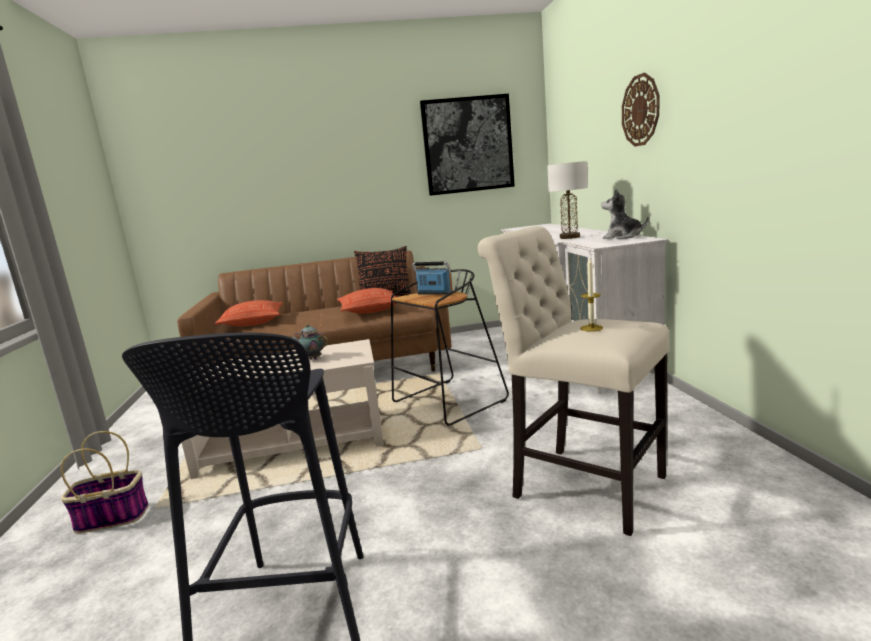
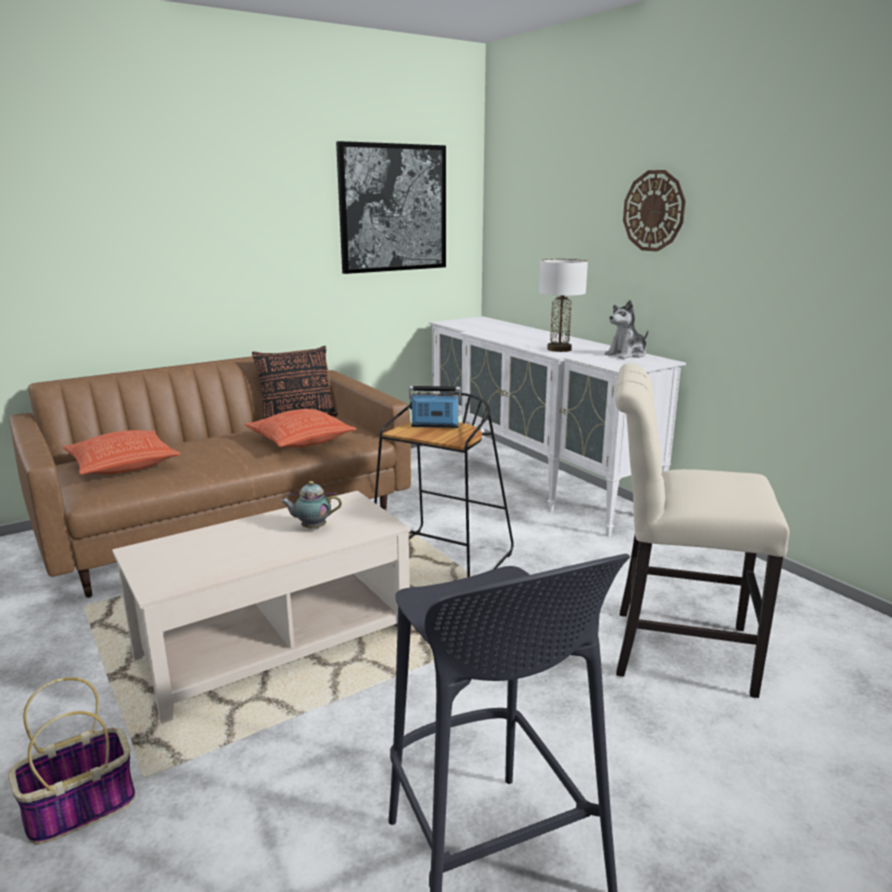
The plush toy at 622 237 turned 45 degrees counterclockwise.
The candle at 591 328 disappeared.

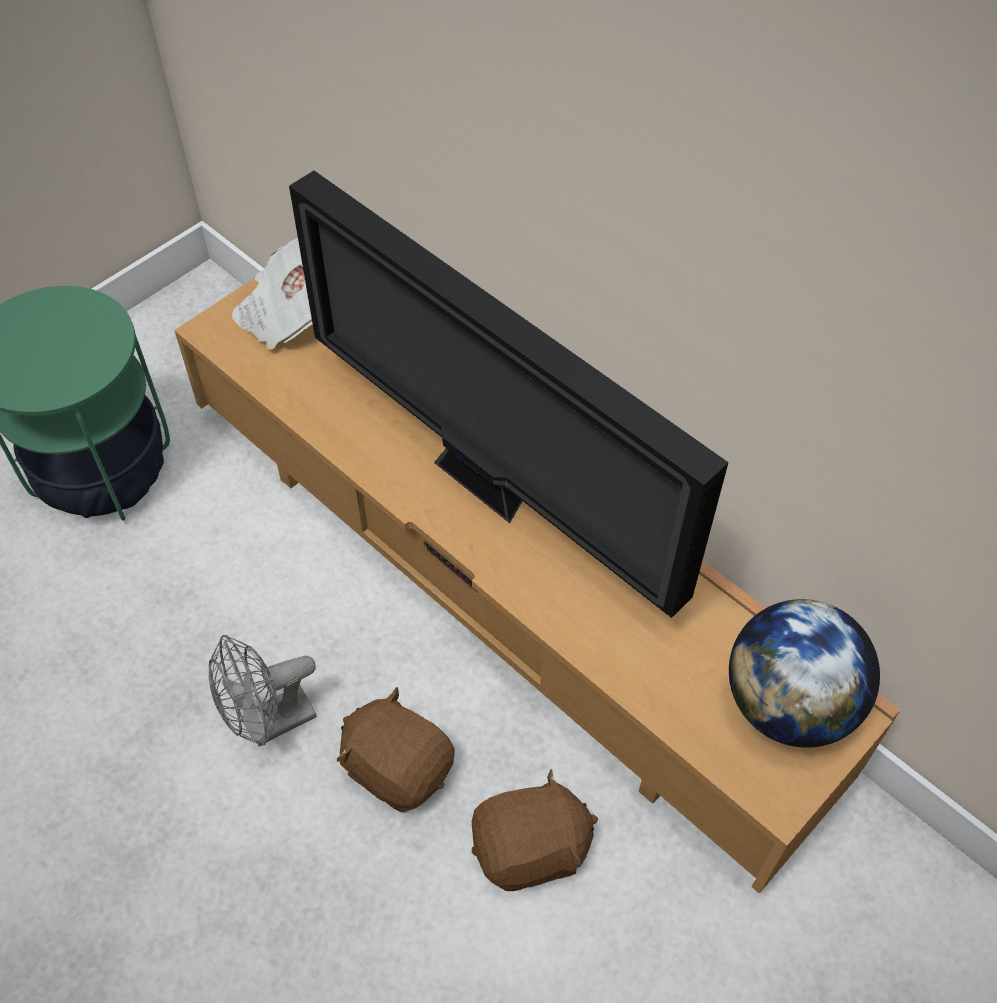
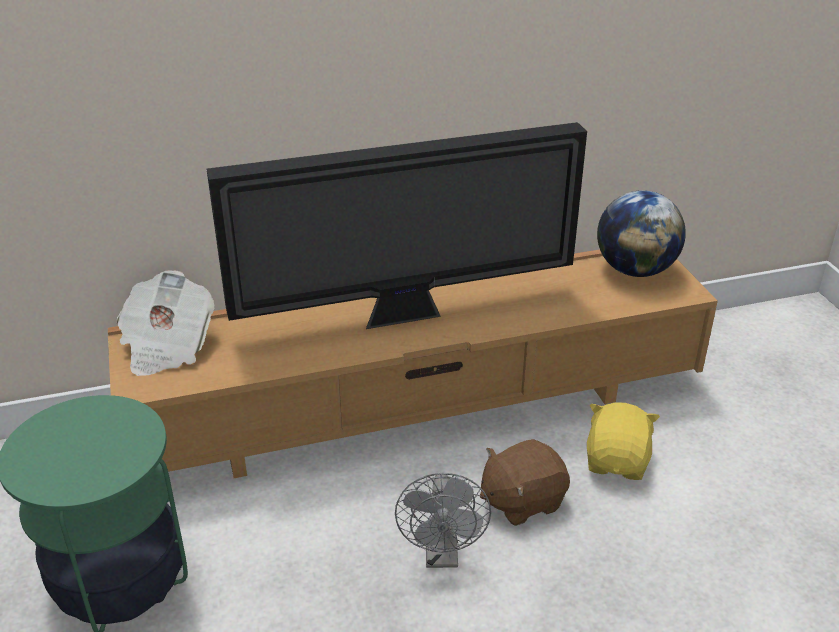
The brownish plush toy at 531 850 became the yellowish plush toy at 617 461.

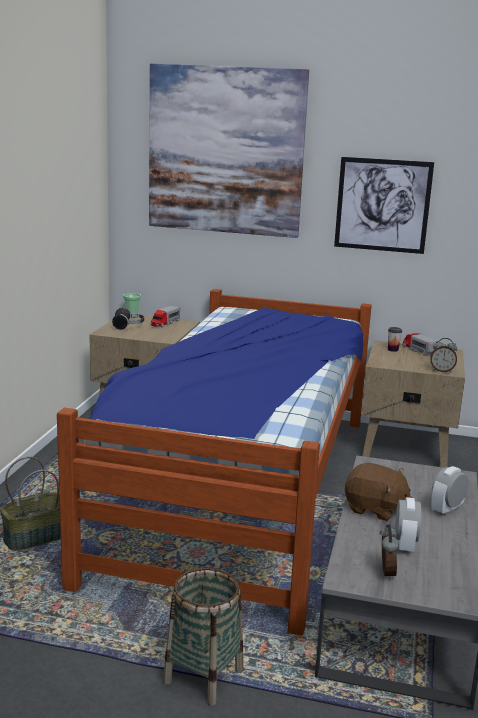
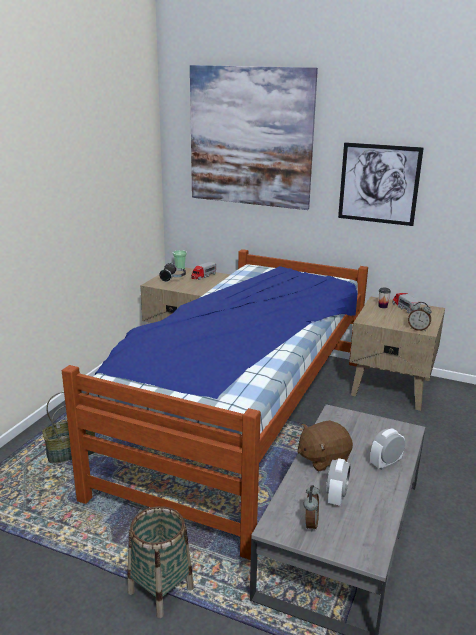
The brownish plush toy at 374 509 turned 120 degrees clockwise.

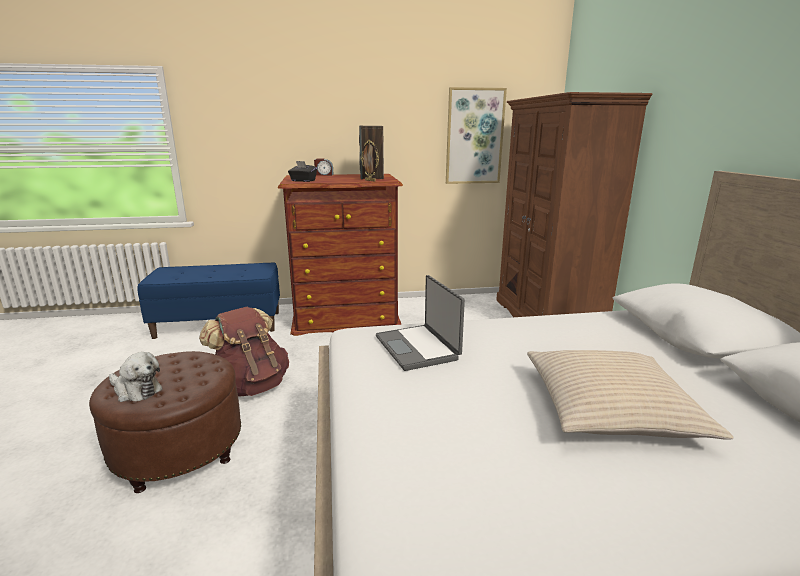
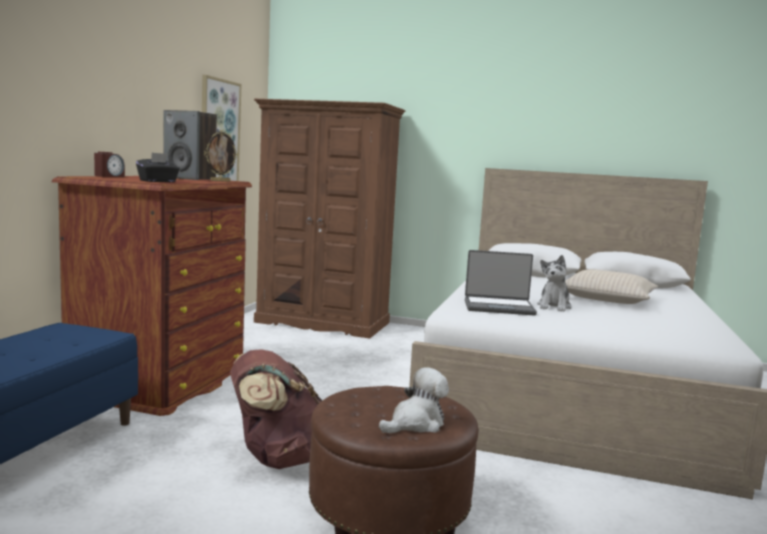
The plush toy at 554 306 appeared.

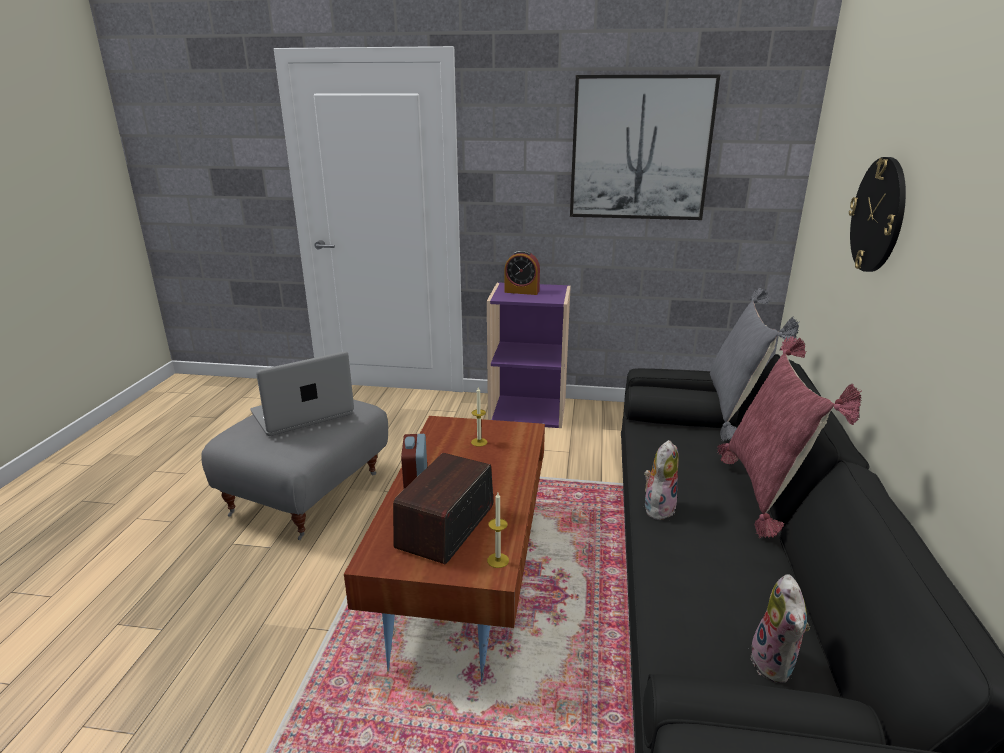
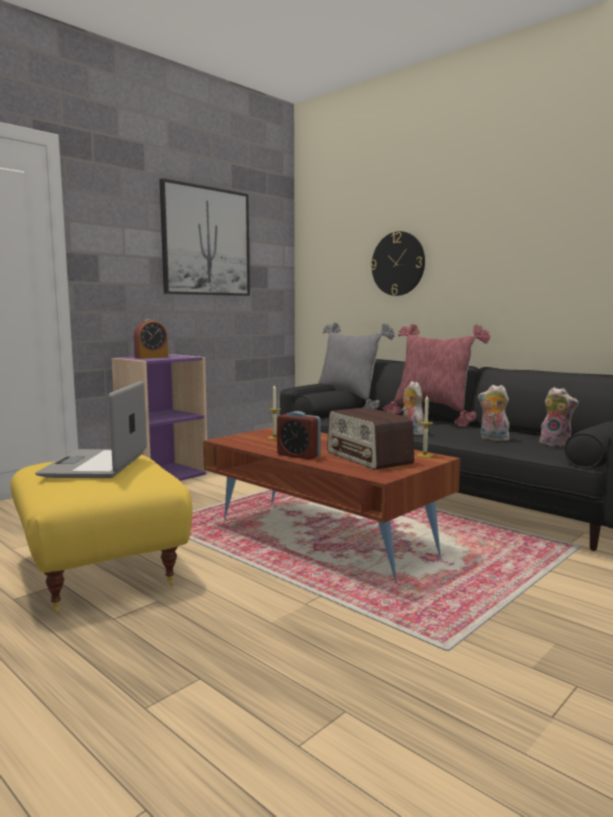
The grey ottoman at 308 495 became the yellowish ottoman at 104 569.
The plush toy at 492 439 appeared.

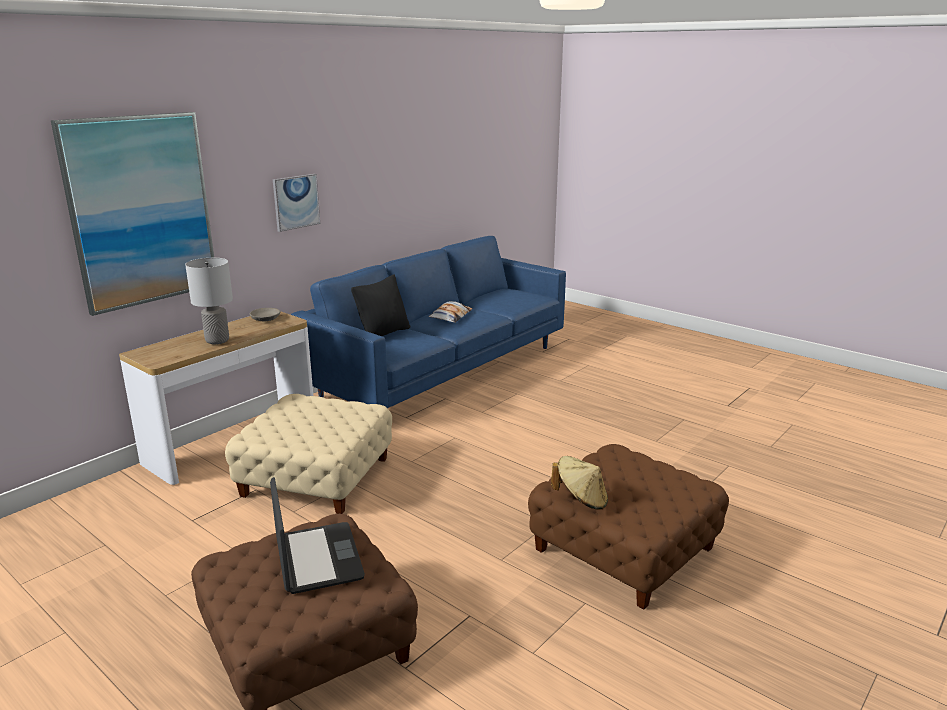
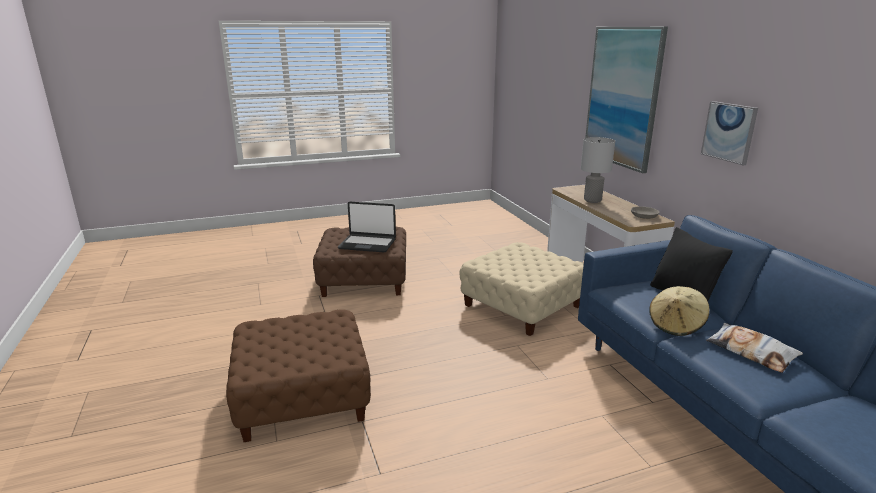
The beige clothing hat moved from 581 499 to 676 325.

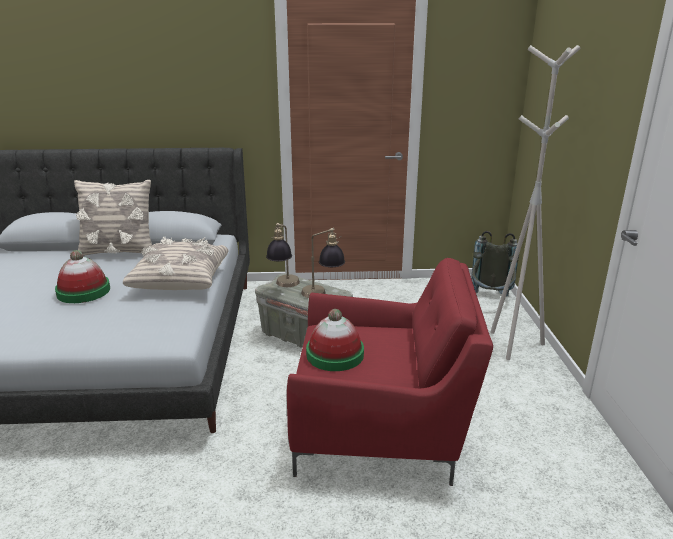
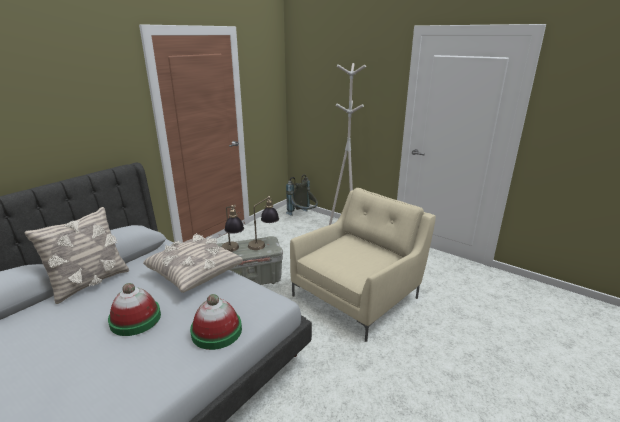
The reddish easy chair at 382 425 became the beige easy chair at 358 295.
The clothing hat moved from 335 354 to 216 331.

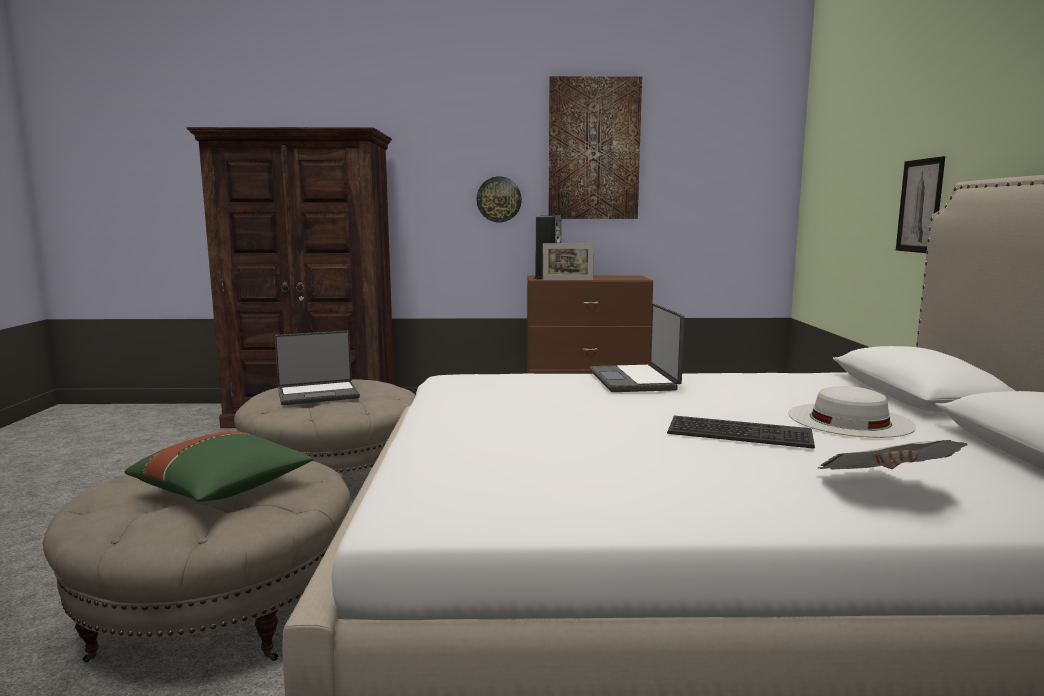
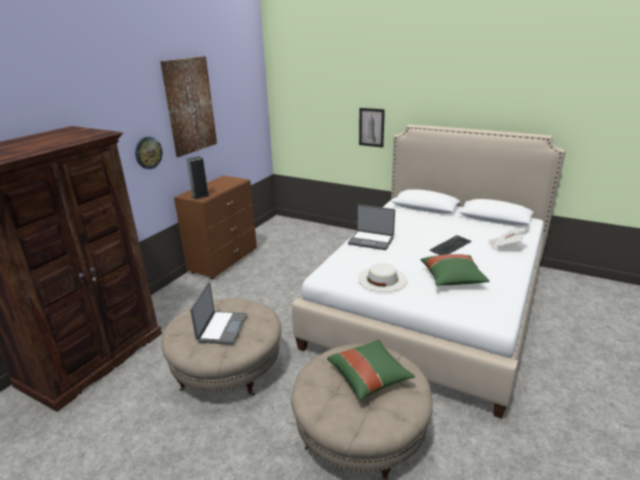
The photo frame at 567 280 disappeared.
The whitish clothing hat moved from 849 420 to 382 279.
The greenish throw pillow at 452 279 appeared.

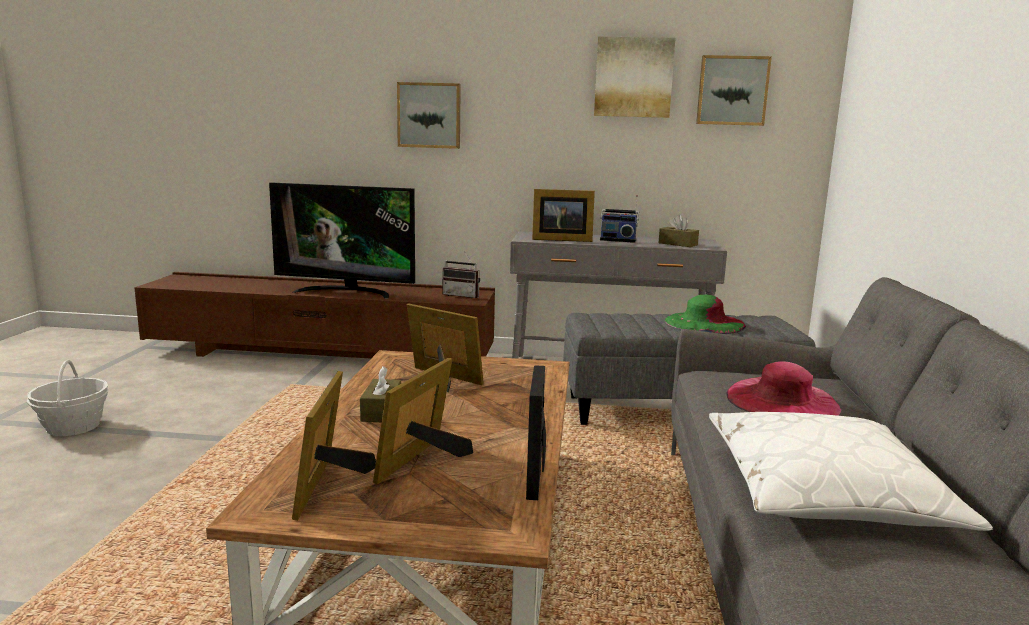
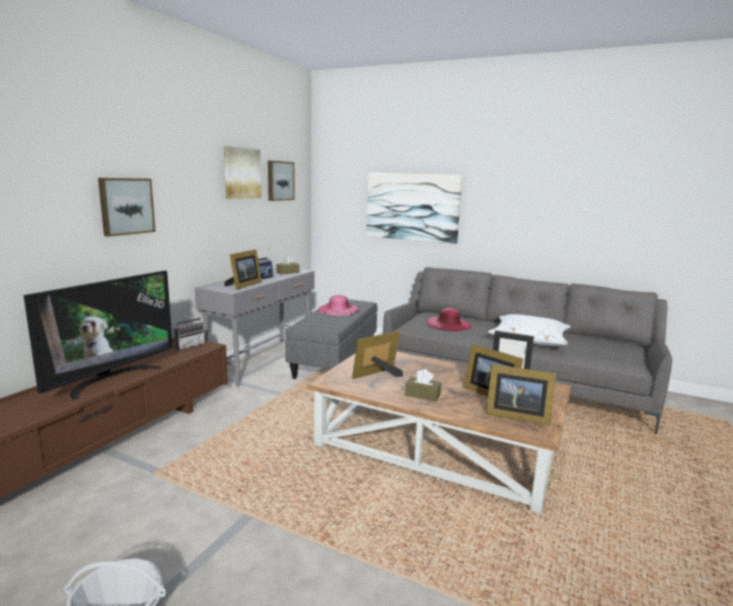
The greenish clothing hat at 704 323 became the pink-coloured clothing hat at 339 310.
The picture at 412 207 appeared.

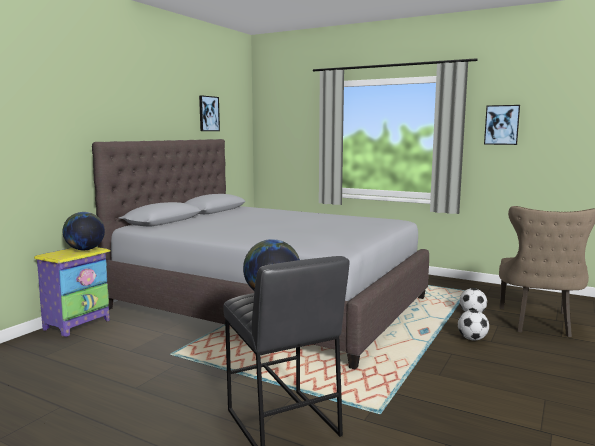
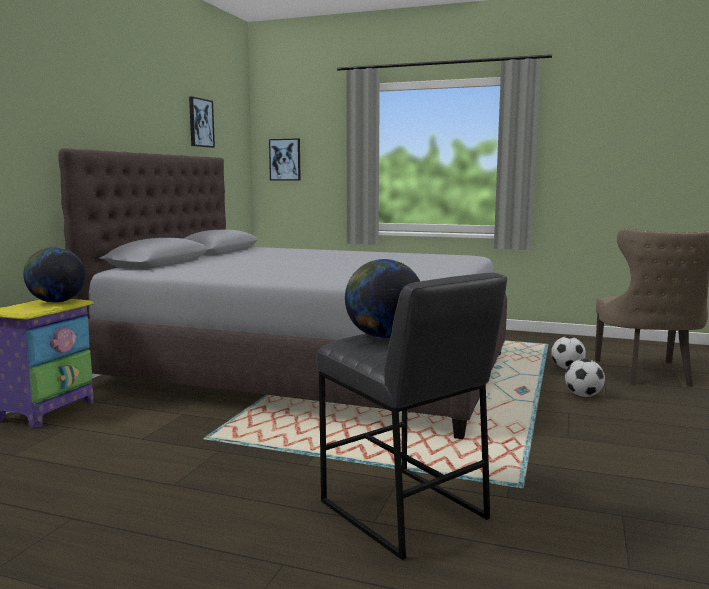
The picture moved from 501 125 to 285 159.

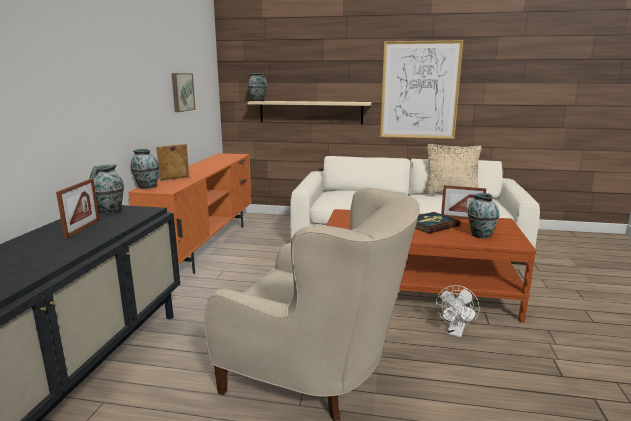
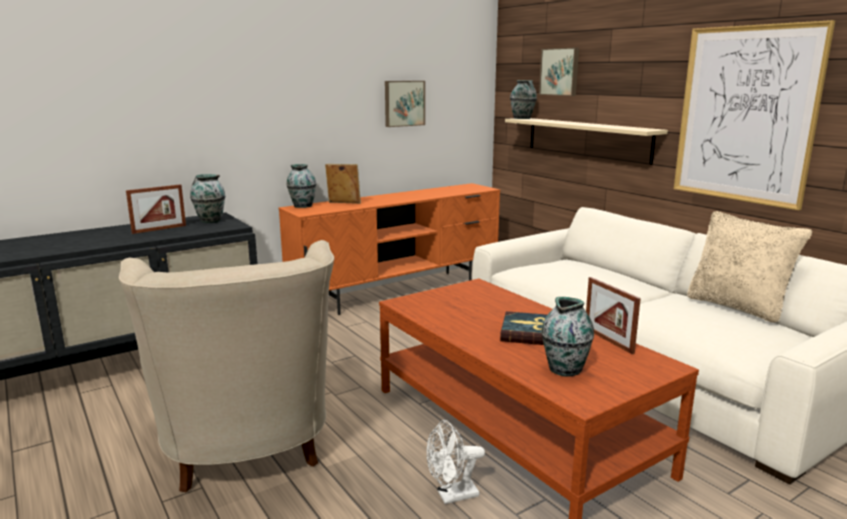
The picture at 560 72 appeared.

